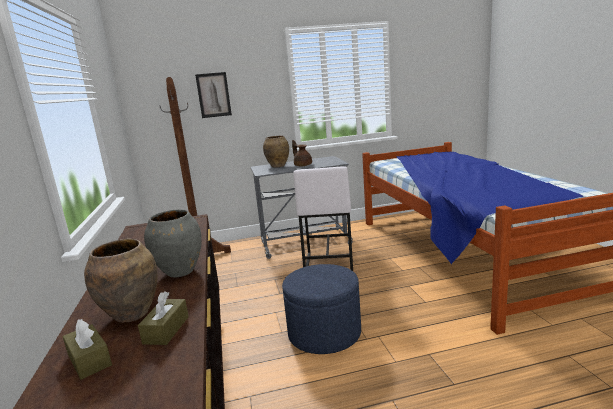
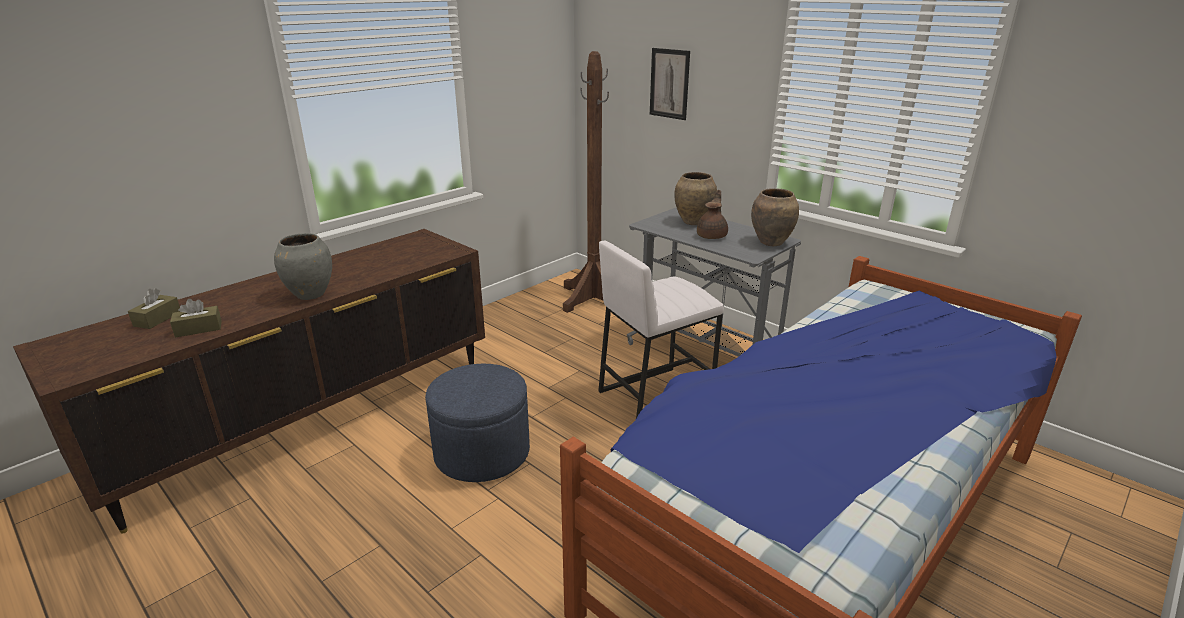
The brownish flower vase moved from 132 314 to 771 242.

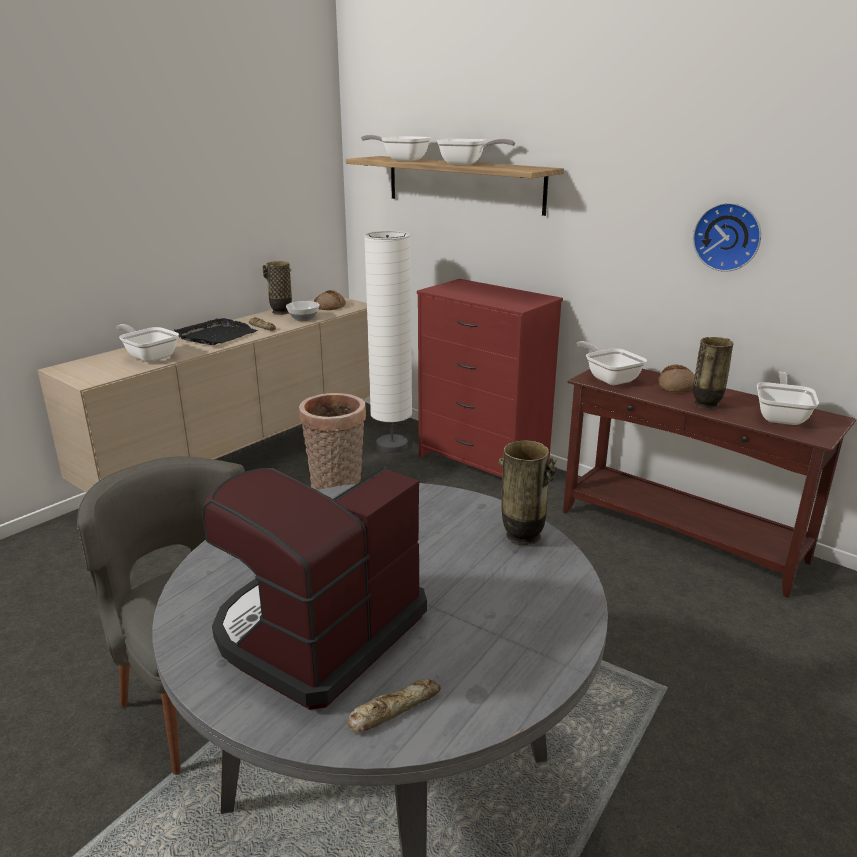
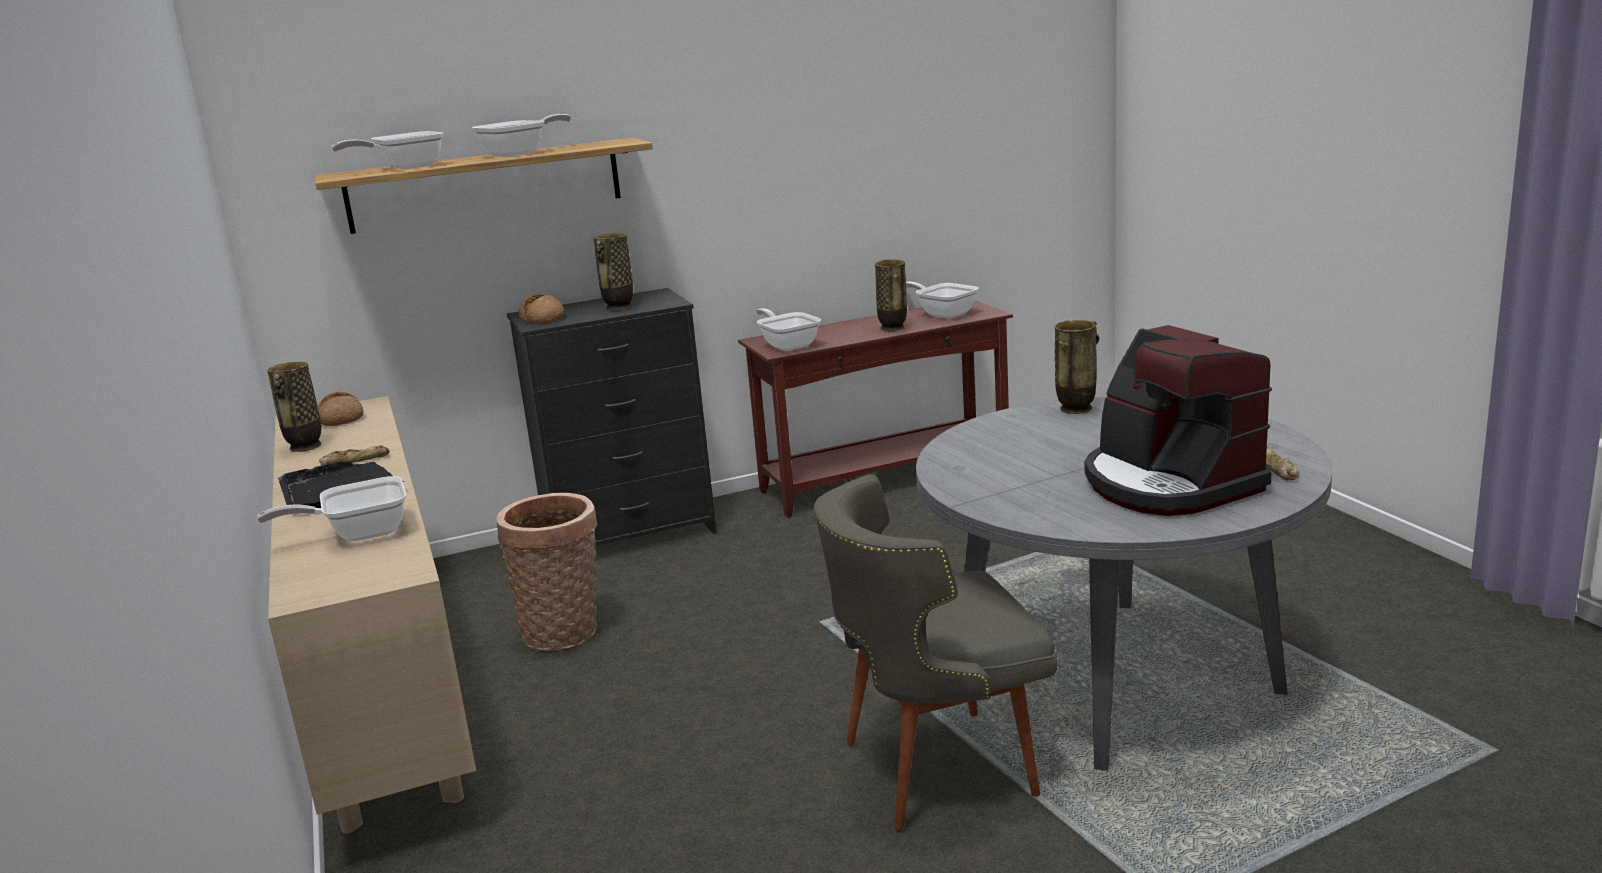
The wall clock at 728 236 disappeared.
The whitish standard lamp at 392 446 disappeared.
The reddish chest of drawers at 482 462 became the black-coloured chest of drawers at 630 535.
The serving bowl at 303 319 disappeared.
The pan at 609 378 turned 60 degrees clockwise.
The bread moved from 676 386 to 542 318.
The flower vase at 619 308 appeared.

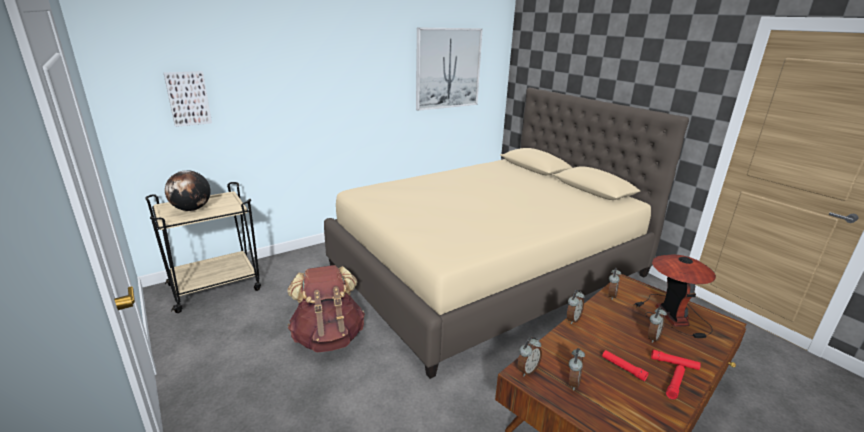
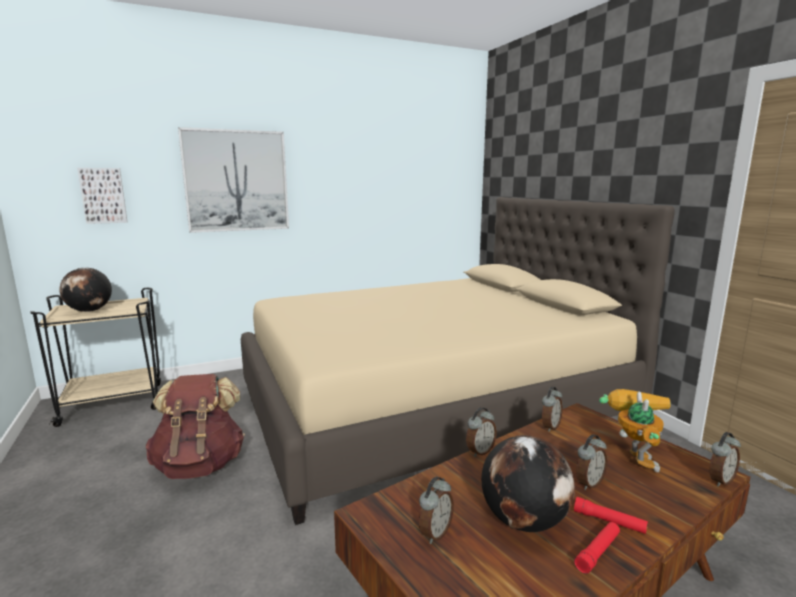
The picture moved from 448 68 to 236 181.
The tabletop lamp at 672 314 was replaced by the toy robot at 632 456.
The alarm clock moved from 527 370 to 720 480.
The reddish torch at 623 368 was replaced by the globe at 523 520.

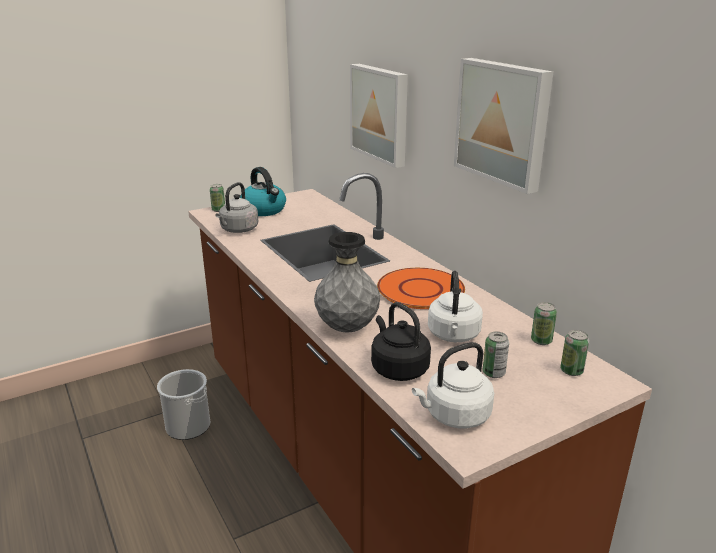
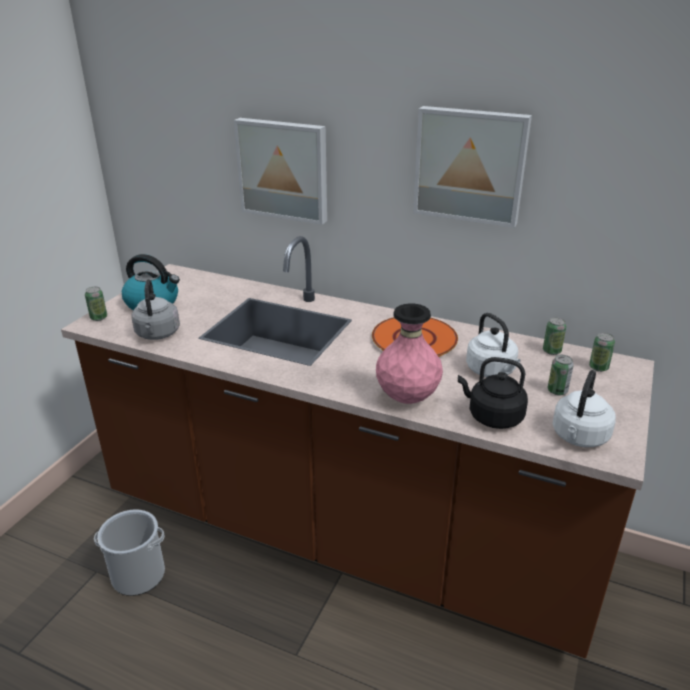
The grey flower vase at 347 328 became the pink-coloured flower vase at 407 398.

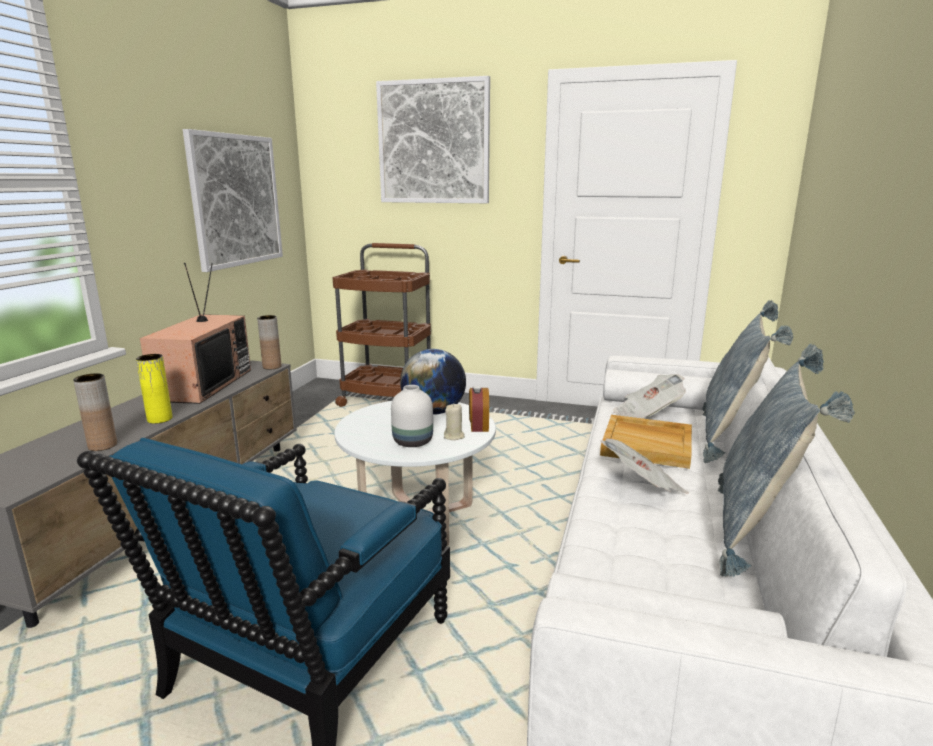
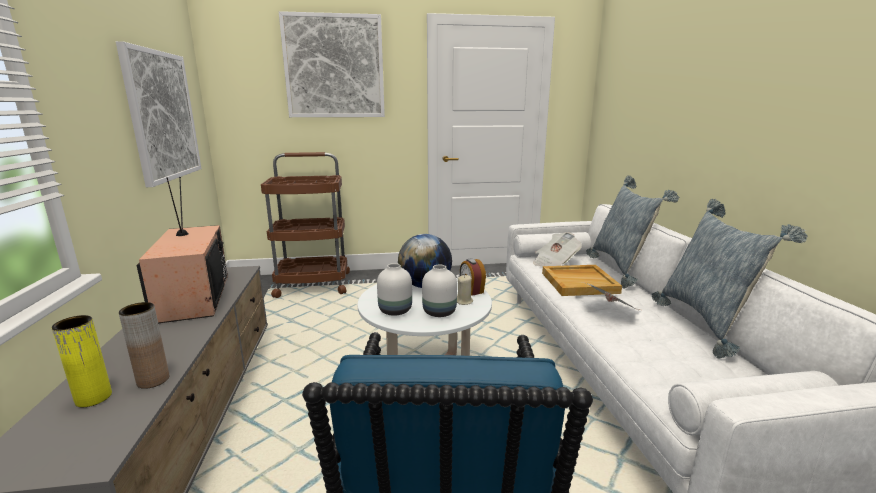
The brownish flower vase at 272 367 disappeared.
The yellowish flower vase moved from 160 419 to 93 398.
The whitish flower vase at 395 310 appeared.

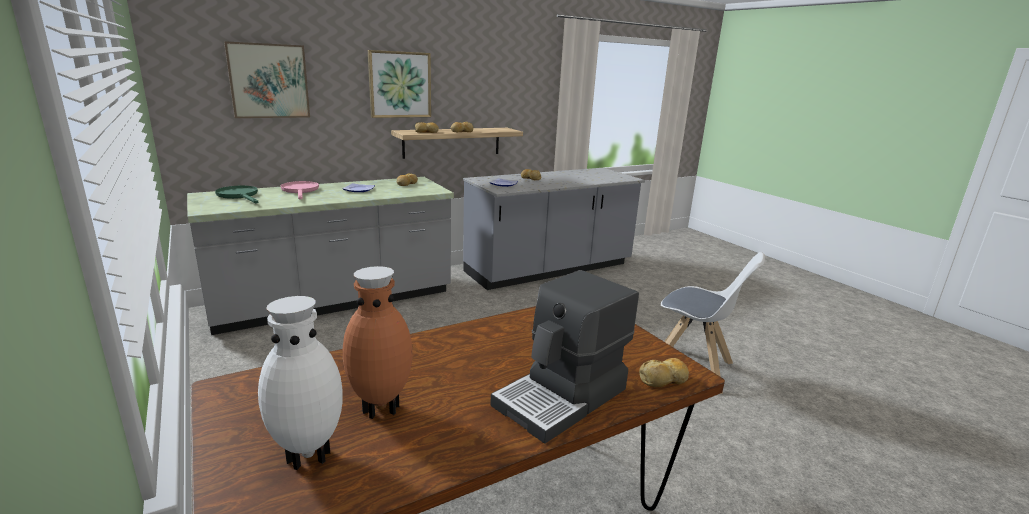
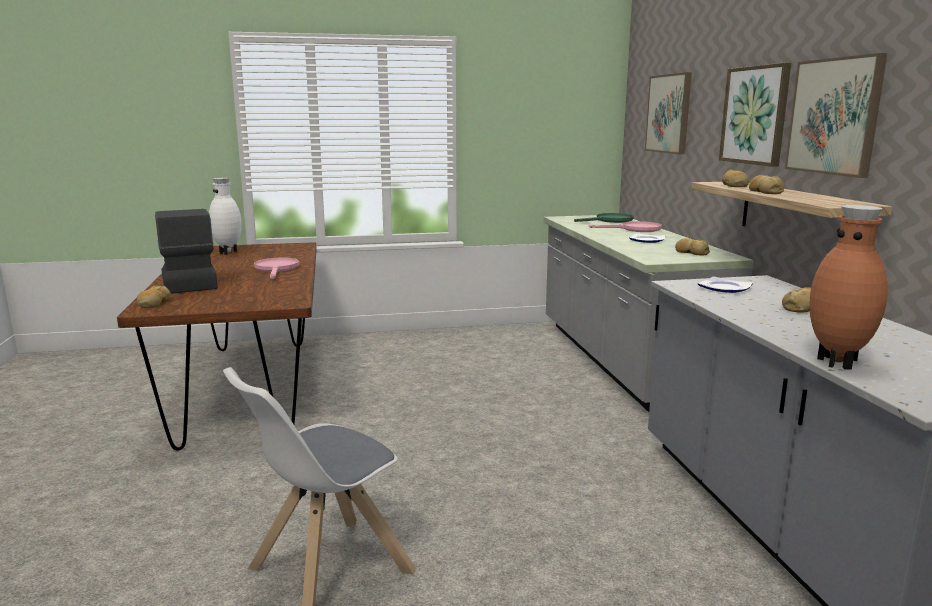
The brownish flower vase moved from 381 407 to 838 362.
The picture at 834 116 appeared.
The pink-coloured pan at 277 269 appeared.

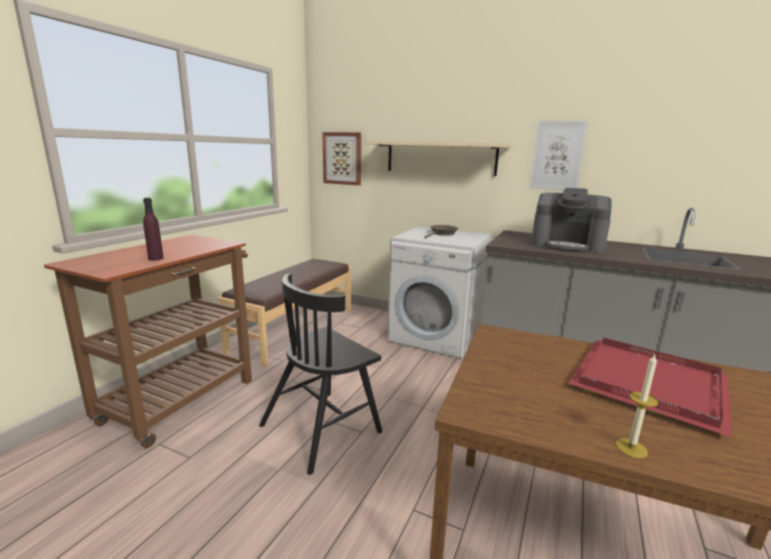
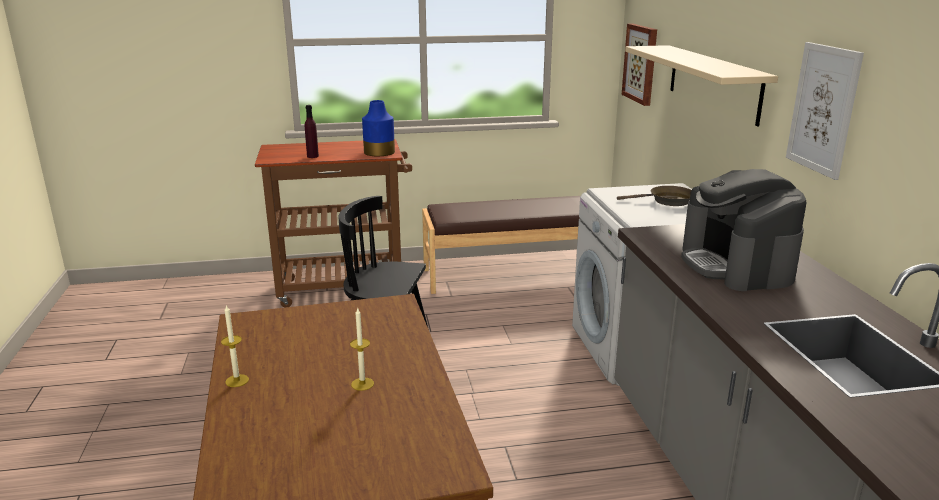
The reddish carrying tray at 652 384 was replaced by the candle at 362 384.
The bluish flower vase at 379 152 appeared.

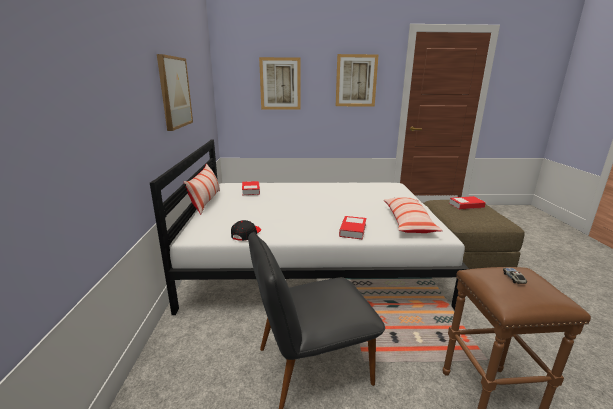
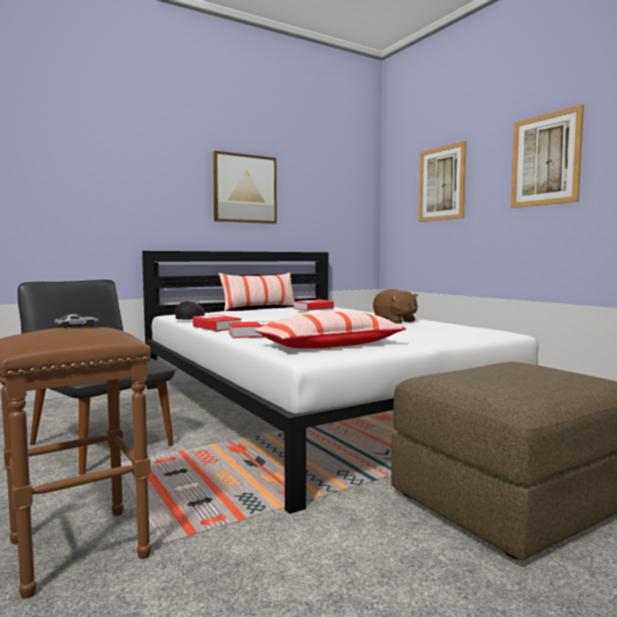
The book moved from 466 205 to 216 327.
The brownish plush toy at 395 321 appeared.

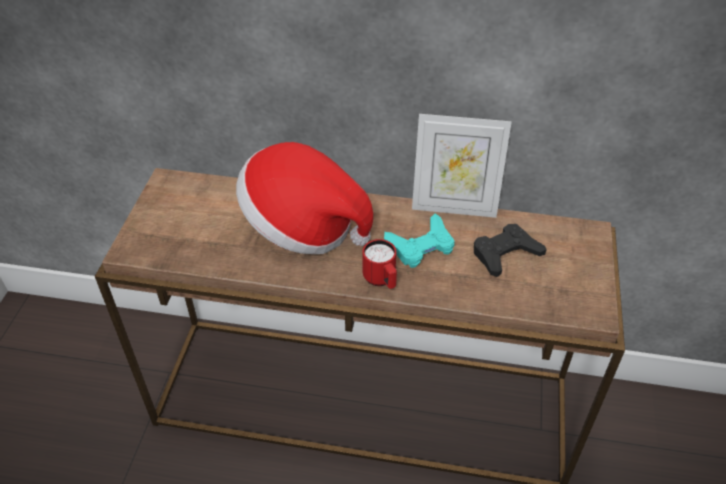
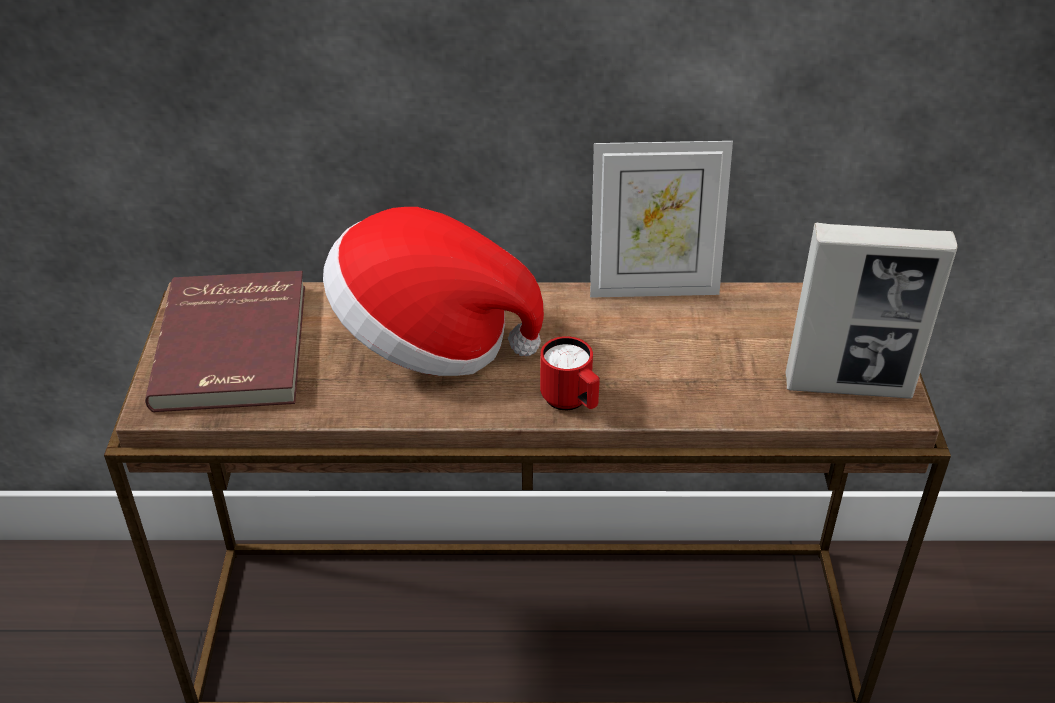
The turquoise gamepad at 421 246 disappeared.
The black-coloured gamepad at 505 254 disappeared.
The photo frame at 848 386 appeared.
The reddish book at 236 345 appeared.

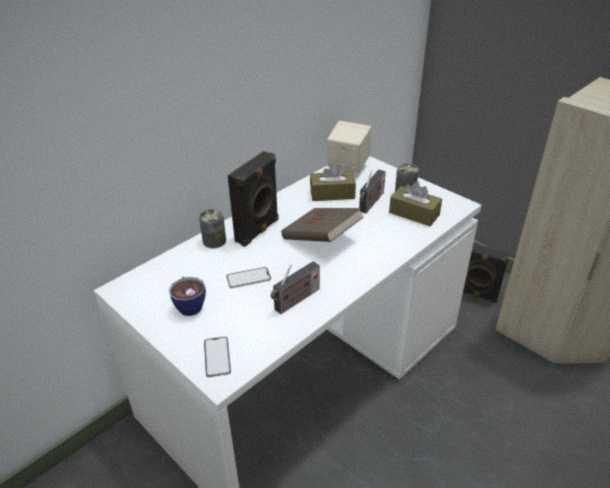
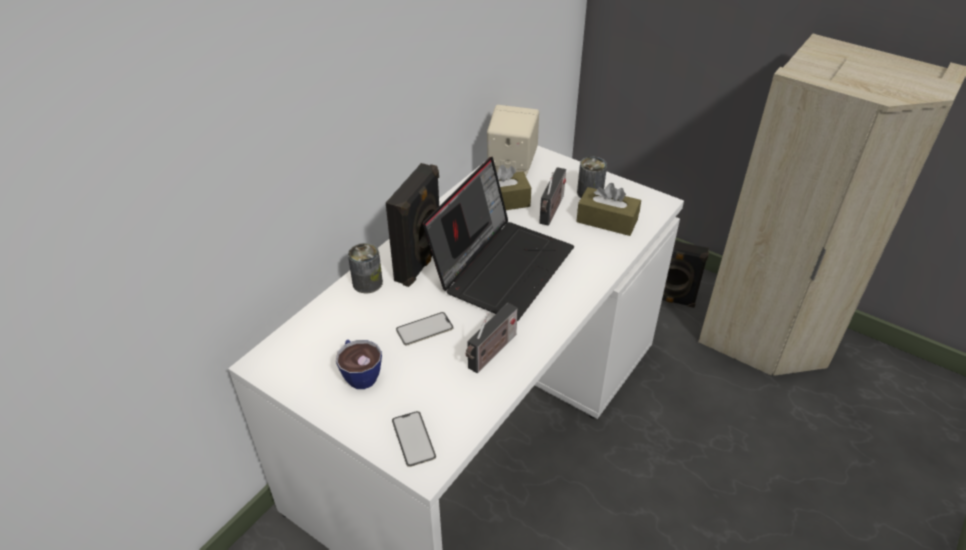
The brownish book at 321 239 was replaced by the notebook computer at 502 266.

